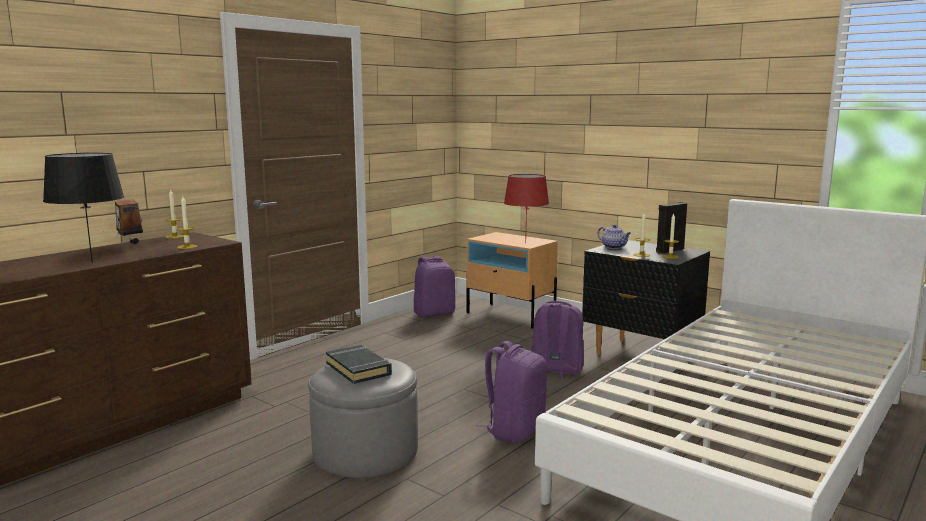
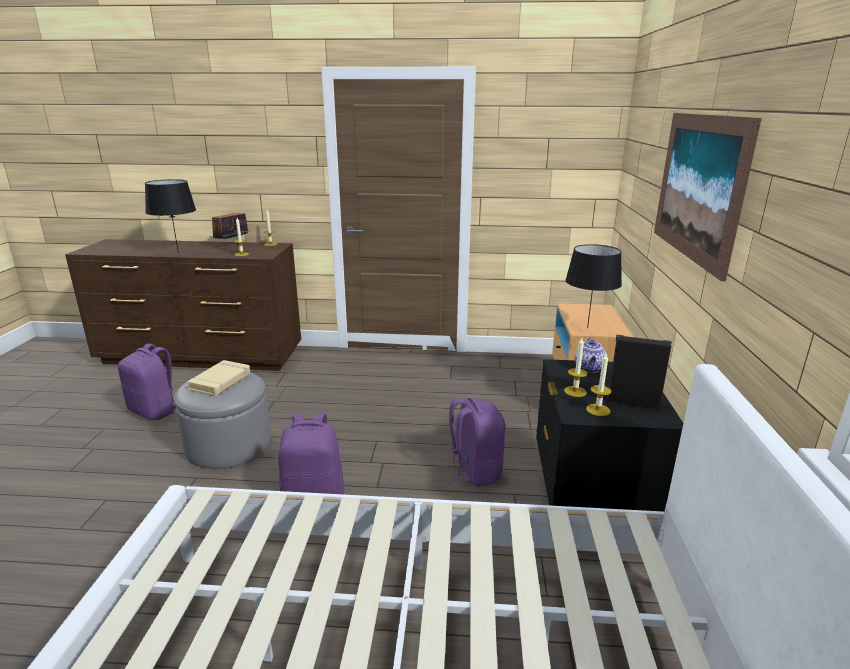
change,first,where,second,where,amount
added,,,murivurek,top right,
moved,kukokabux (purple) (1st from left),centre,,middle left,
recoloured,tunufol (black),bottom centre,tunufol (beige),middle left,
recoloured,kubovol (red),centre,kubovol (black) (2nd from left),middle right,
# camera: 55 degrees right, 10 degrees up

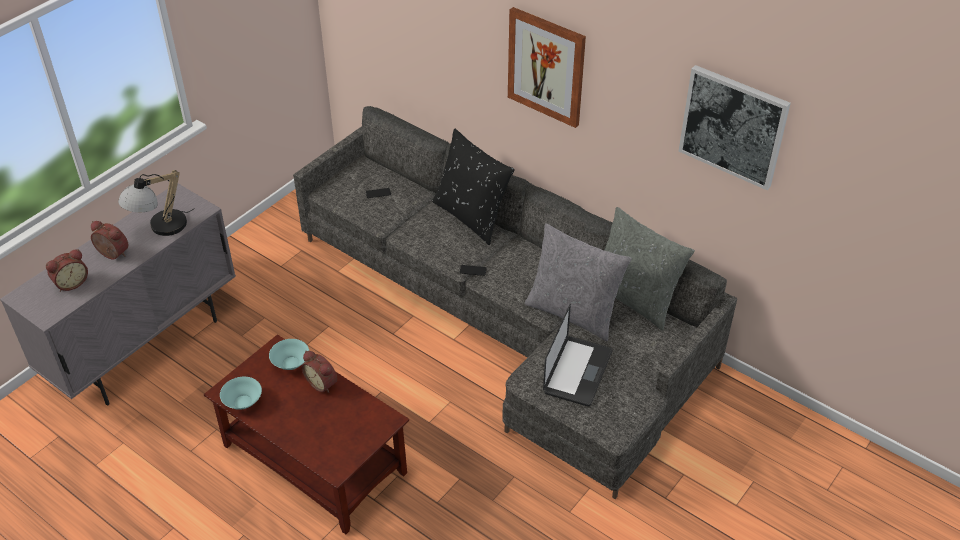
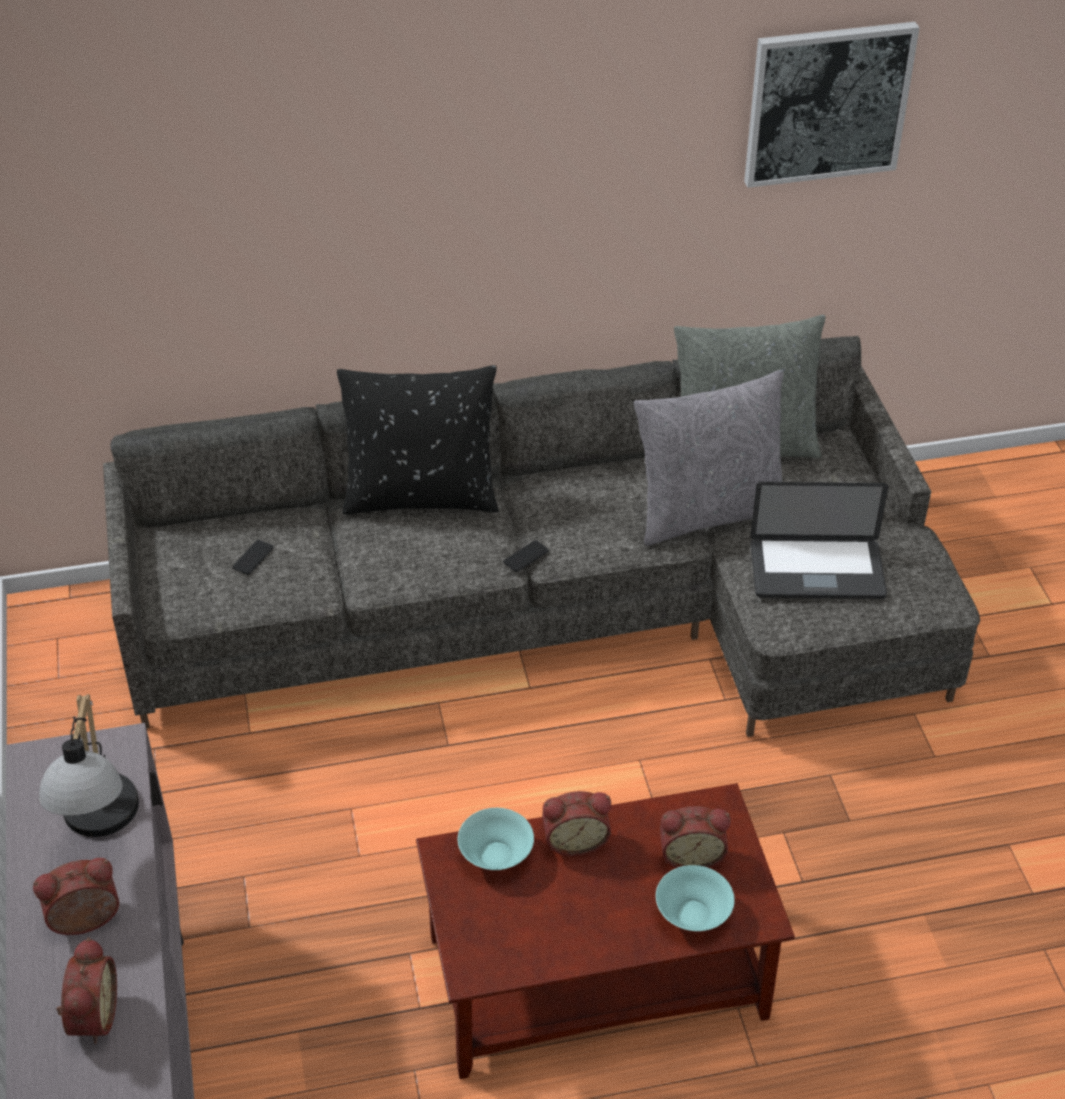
change,first,where,second,where,amount
removed,murivurek (1st from left),top centre,,,
added,,,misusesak (4th from left),bottom centre,
moved,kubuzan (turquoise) (1st from left in the first image),bottom left,kubuzan (turquoise) (2nd from left),bottom centre,
turned,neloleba,centre,,middle right,120 degrees clockwise
# camera: 50 degrees left, 0 degrees up

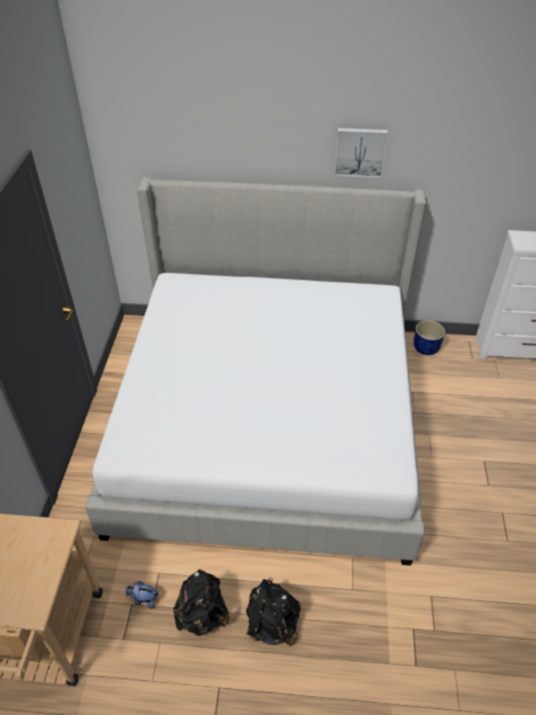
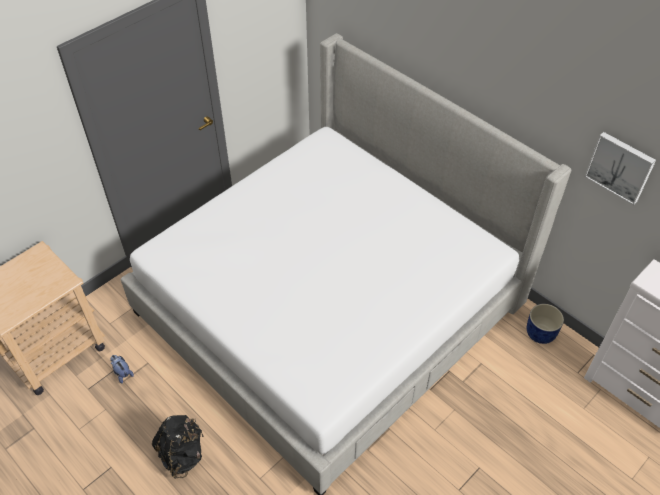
change,first,where,second,where,amount
removed,kukokabux (black) (1st from left),bottom centre,,,
moved,murivurek,top right,,middle right,
# camera: 40 degrees right, 5 degrees up

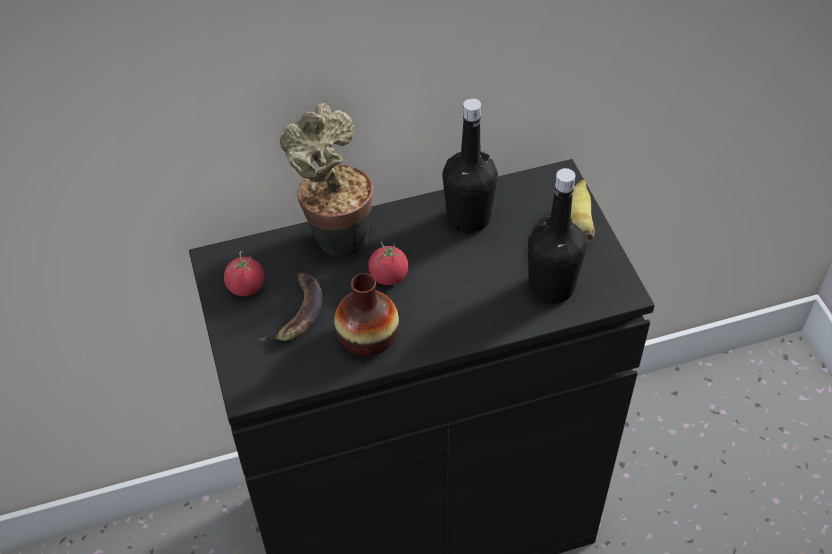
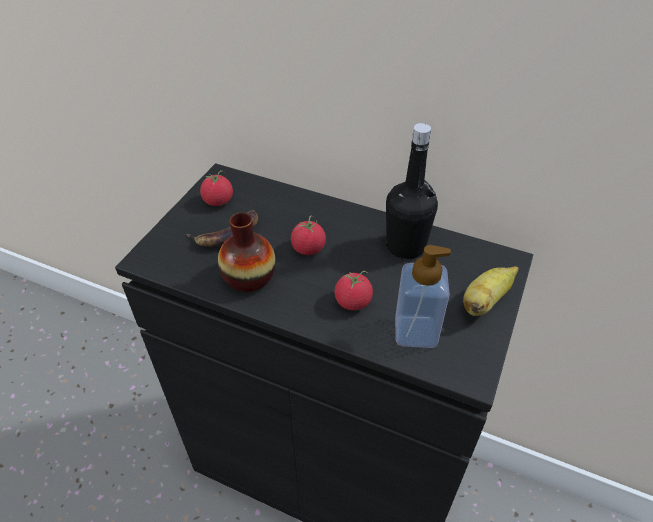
change,first,where,second,where,amount
removed,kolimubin,top centre,,,
added,,,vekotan (3rd from left),centre,
replaced,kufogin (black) (2nd from left),middle right,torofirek,centre,
# camera: 40 degrees right, 5 degrees down

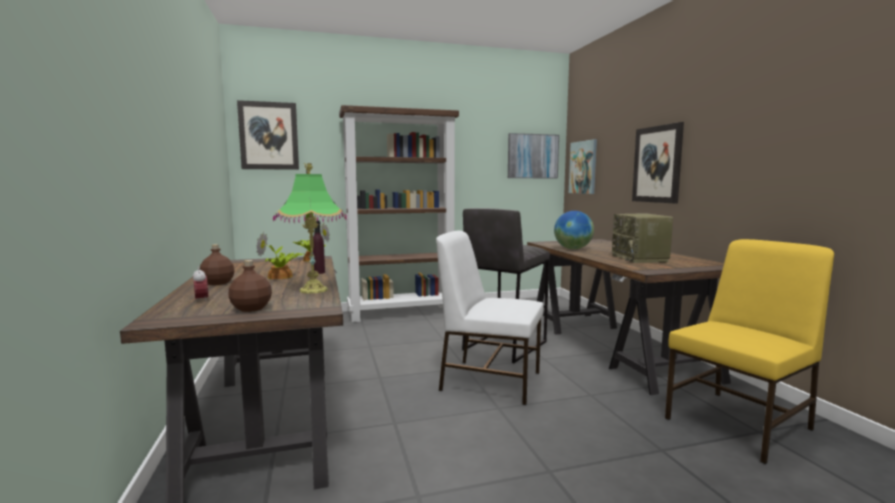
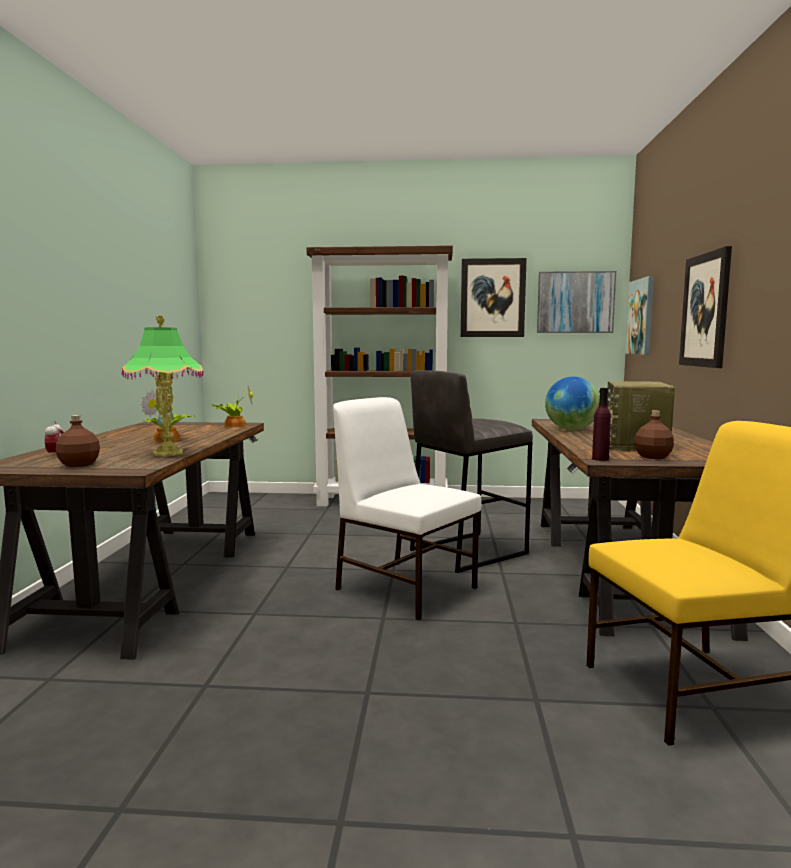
change,first,where,second,where,amount
moved,kufogin (brown) (1st from left in the first image),middle left,kufogin (brown) (2nd from left),middle right,
moved,murivurek (1st from left),top left,,centre,
moved,kufogin (purple),centre,,middle right,
# camera: 20 degrees right, 0 degrees up

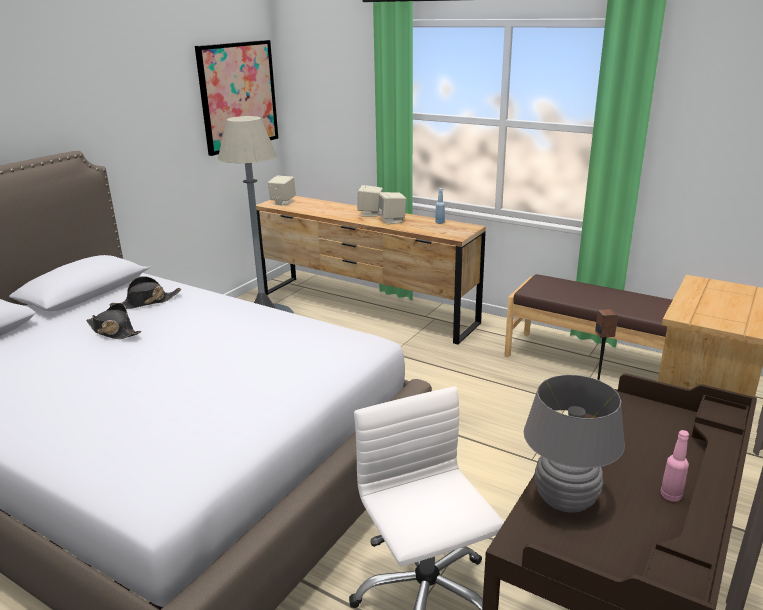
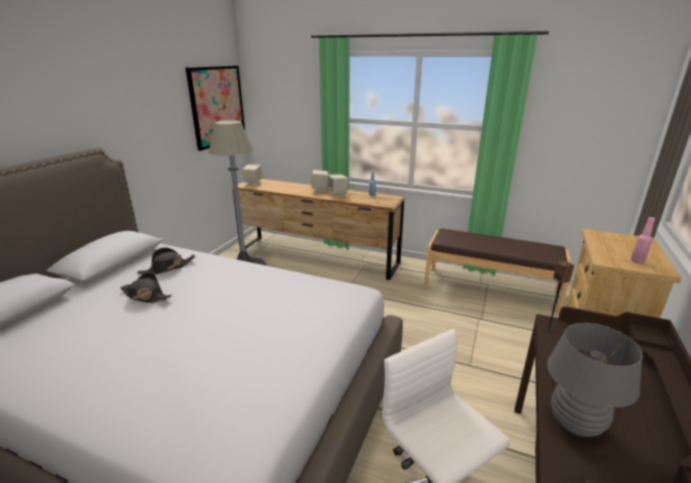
change,first,where,second,where,amount
moved,kufogin (pink),bottom right,,middle right,
# camera: 10 degrees left, 0 degrees up

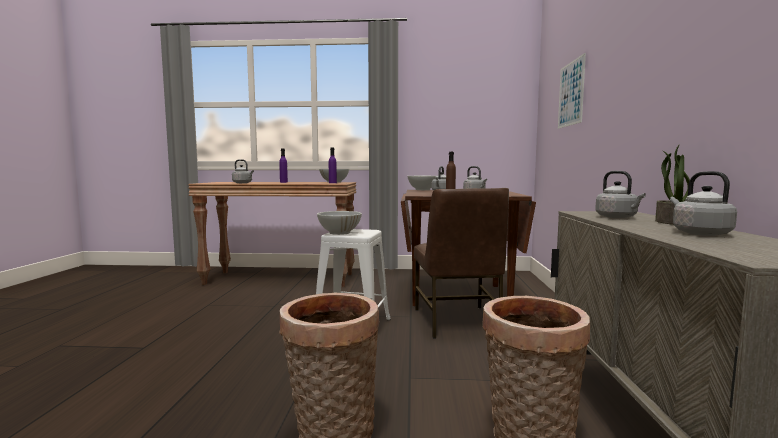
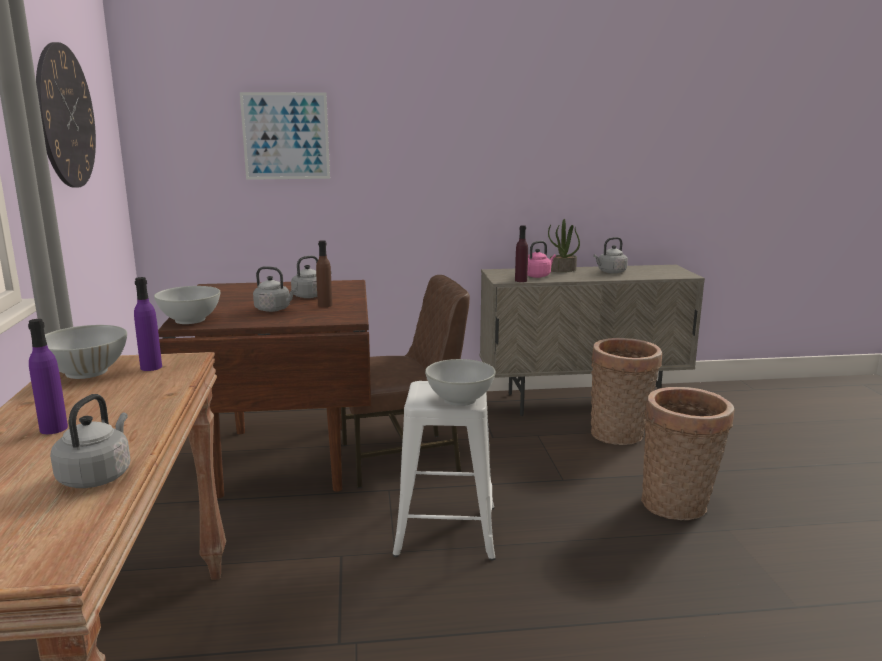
change,first,where,second,where,amount
added,,,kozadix,top left,
added,,,kufogin (purple) (3rd from left),centre,
recoloured,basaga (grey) (4th from left),middle right,basaga (pink),centre,
# camera: 100 degrees left, 10 degrees up

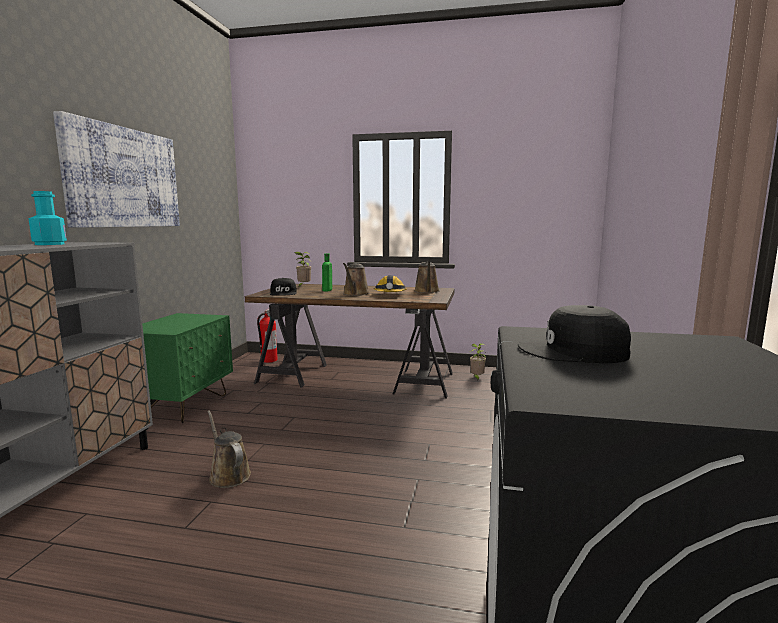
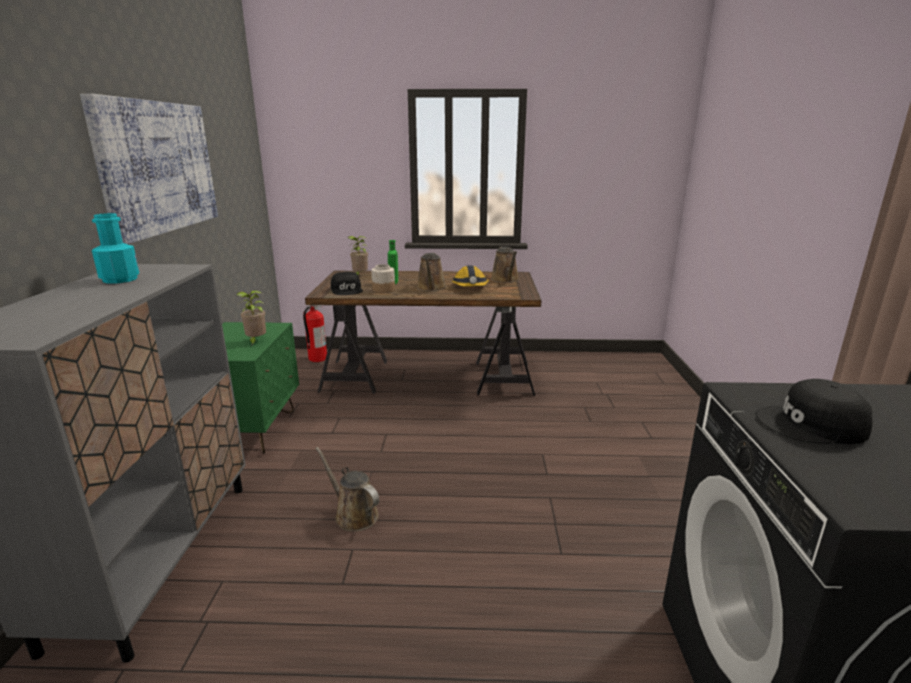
change,first,where,second,where,amount
added,,,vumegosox,centre,
moved,kolimubin (2nd from left in the first image),centre,kolimubin (1st from left),middle left,
# camera: 10 degrees left, 10 degrees up

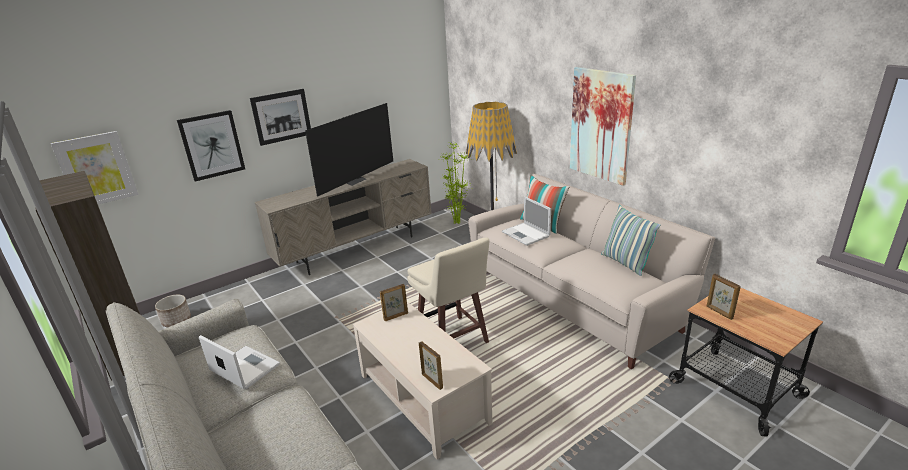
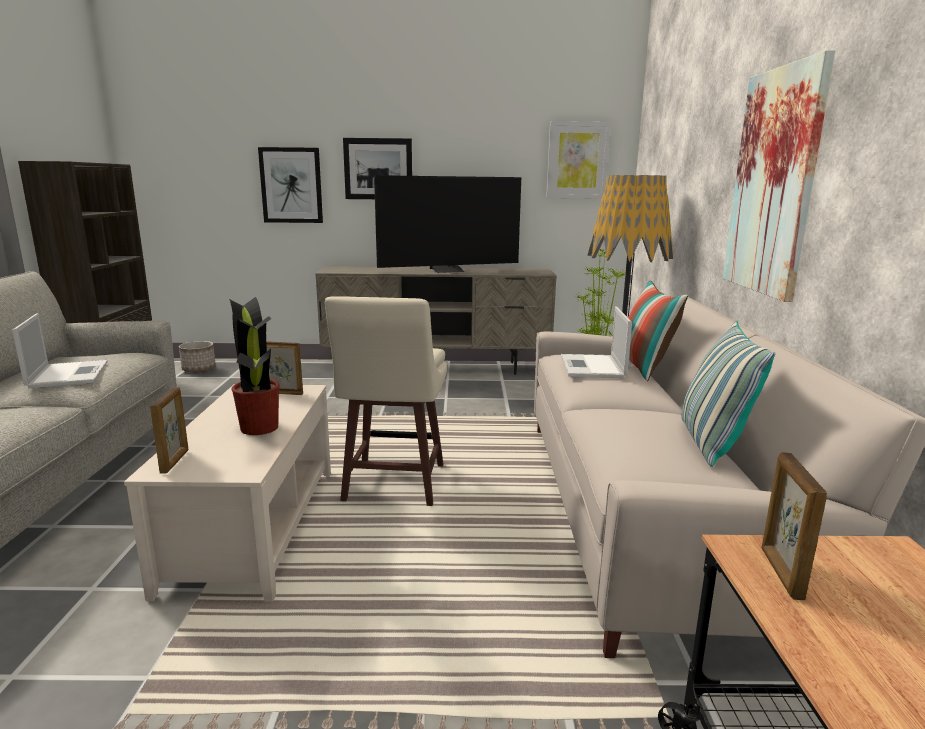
change,first,where,second,where,amount
added,,,kolimubin (1st from left),middle left,
moved,murivurek (1st from left in the first image),middle left,murivurek (3rd from left),top centre,
# camera: 35 degrees right, 10 degrees down

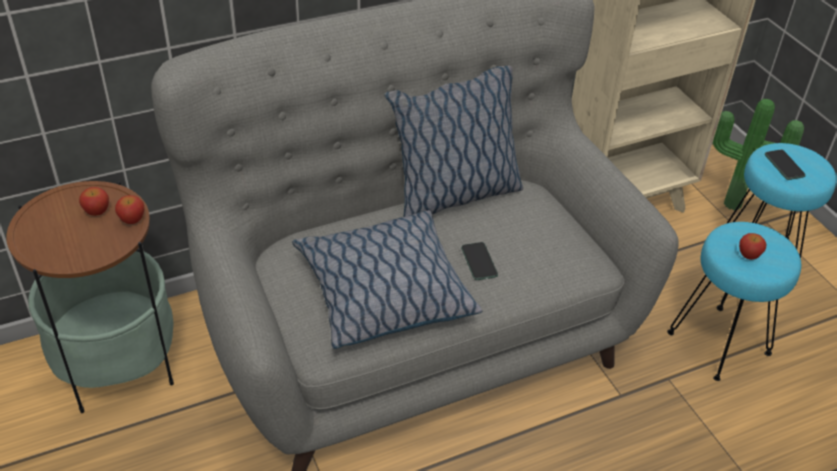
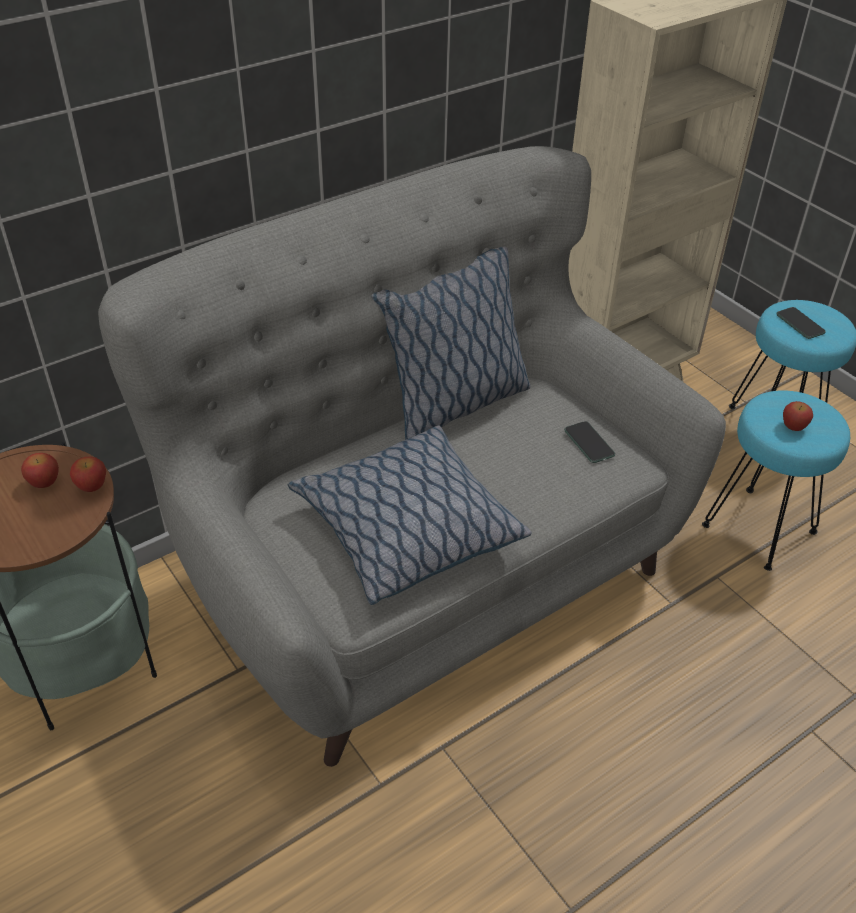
change,first,where,second,where,amount
removed,kolimubin,top right,,,
moved,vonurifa (1st from left),centre,,middle right,
# camera: 10 degrees left, 0 degrees up

